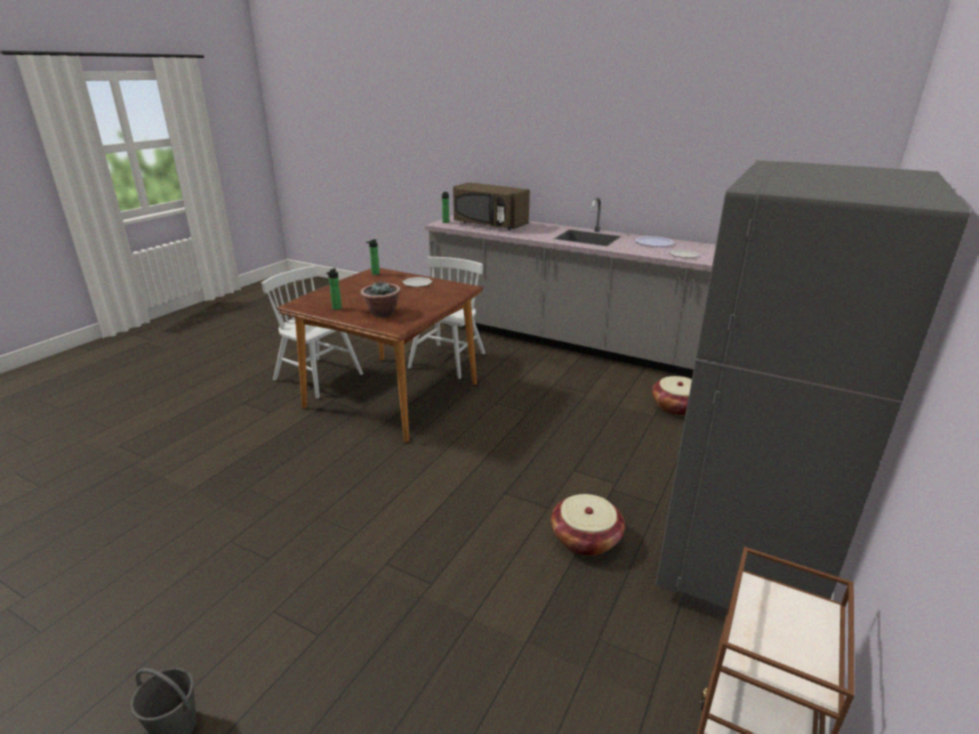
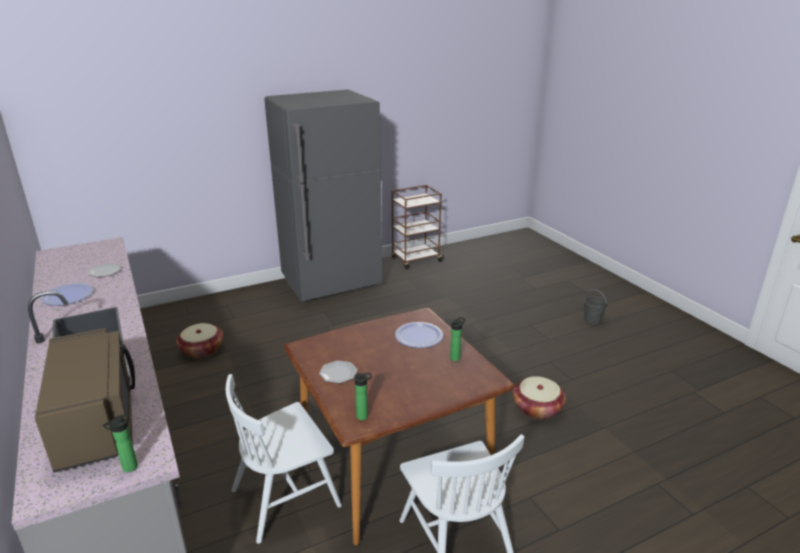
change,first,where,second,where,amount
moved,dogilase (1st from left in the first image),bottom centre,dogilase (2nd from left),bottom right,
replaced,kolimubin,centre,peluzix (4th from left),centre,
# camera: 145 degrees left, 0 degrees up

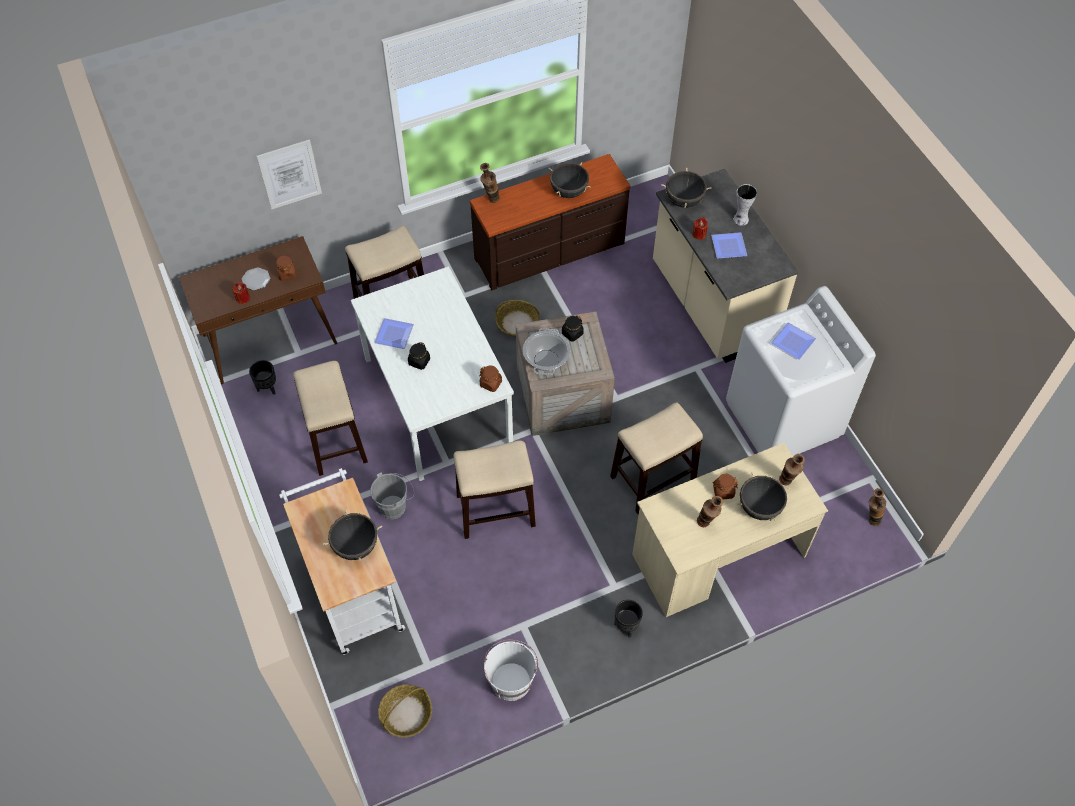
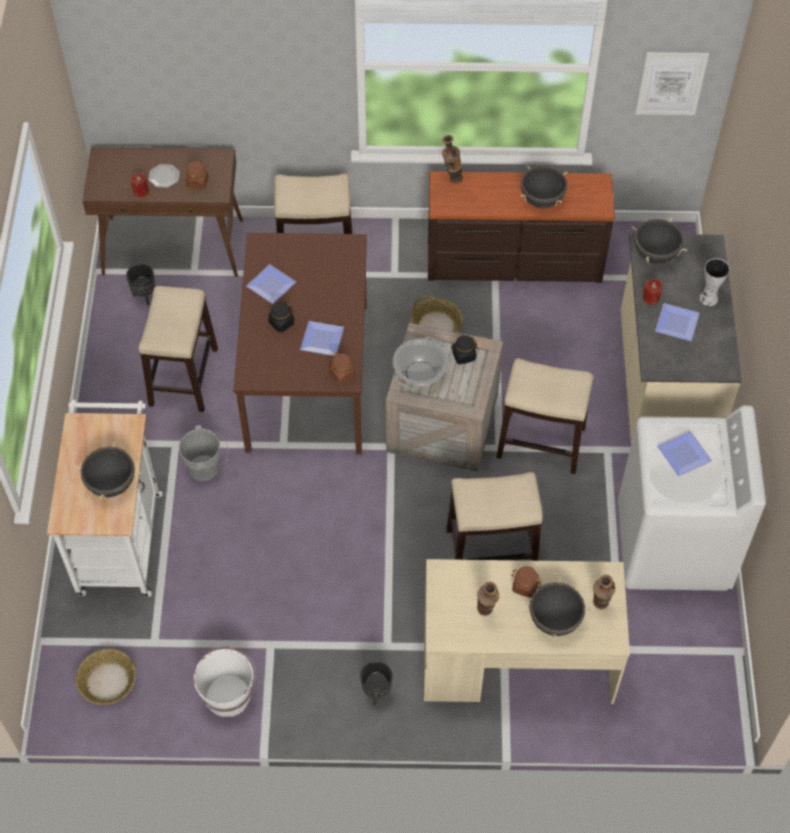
change,first,where,second,where,amount
removed,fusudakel (5th from left),middle right,,,
added,,,peluzix (3rd from left),centre,
moved,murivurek,top left,,top right,
moved,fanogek (3rd from left in the first image),centre,fanogek (4th from left),middle right,
recoloured,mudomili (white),centre,mudomili (brown),centre,
# camera: 25 degrees right, 0 degrees up

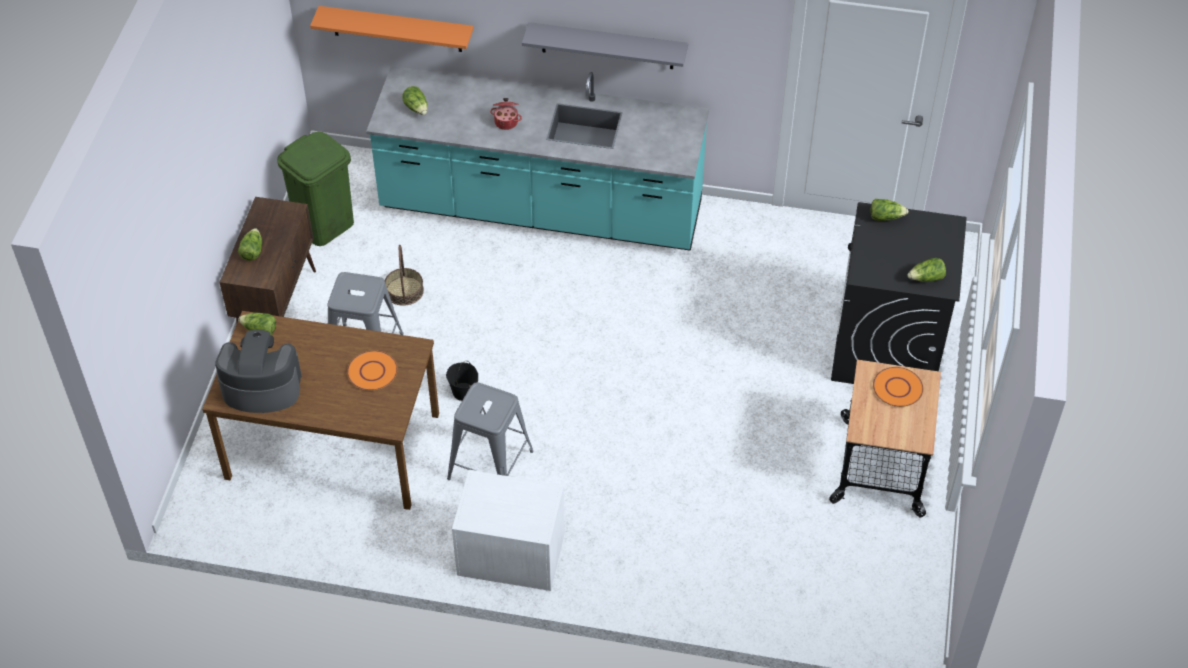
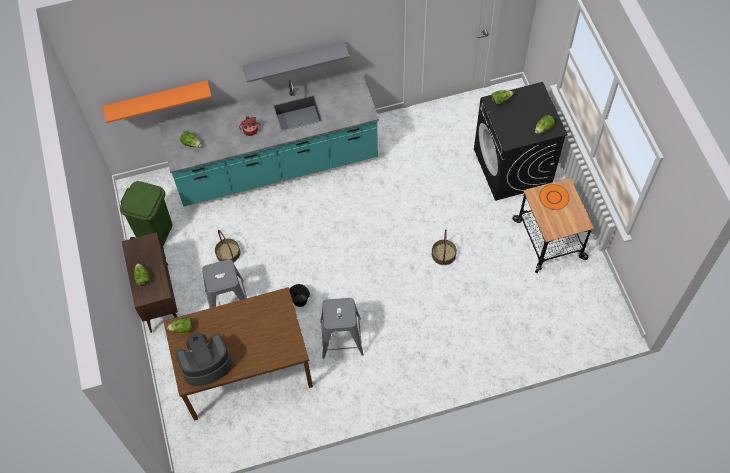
change,first,where,second,where,amount
removed,peluzix (orange) (1st from left),middle left,,,
removed,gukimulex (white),bottom centre,,,
added,,,dogilase (2nd from left),centre,
# camera: 25 degrees left, 10 degrees up

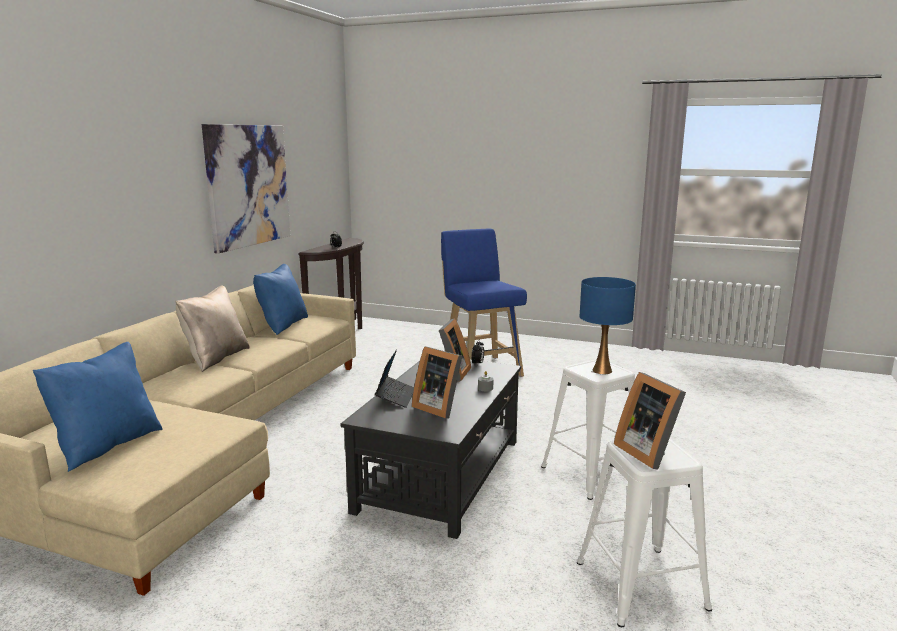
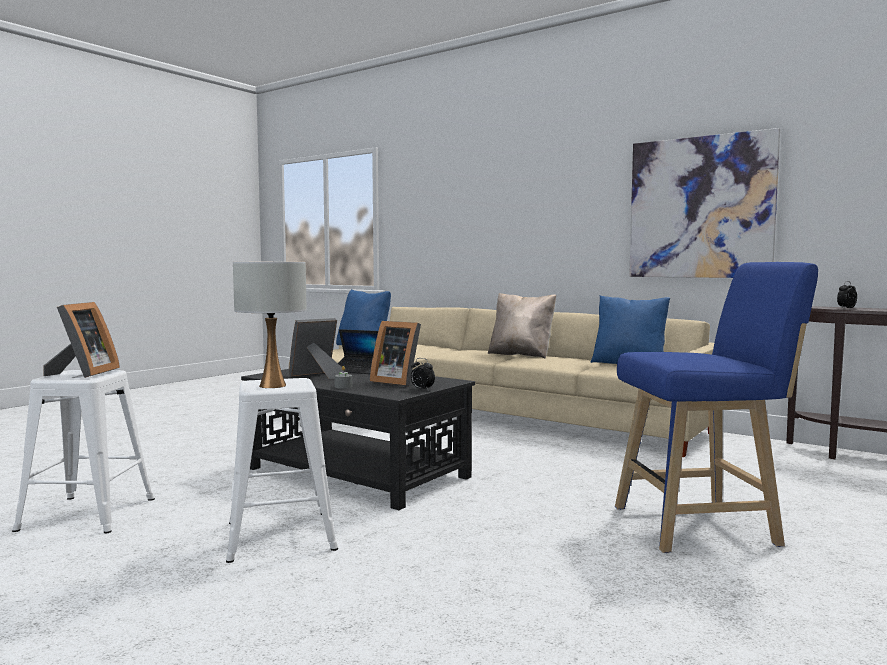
change,first,where,second,where,amount
recoloured,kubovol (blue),middle right,kubovol (white),middle left,
turned,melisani (3rd from left in the first image),middle right,melisani (1st from left),middle left,105 degrees clockwise
# camera: 105 degrees right, 10 degrees down

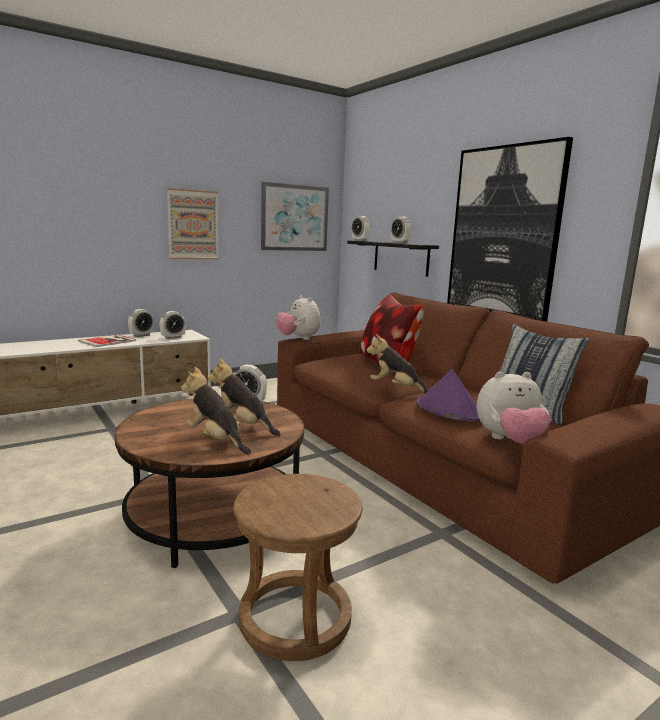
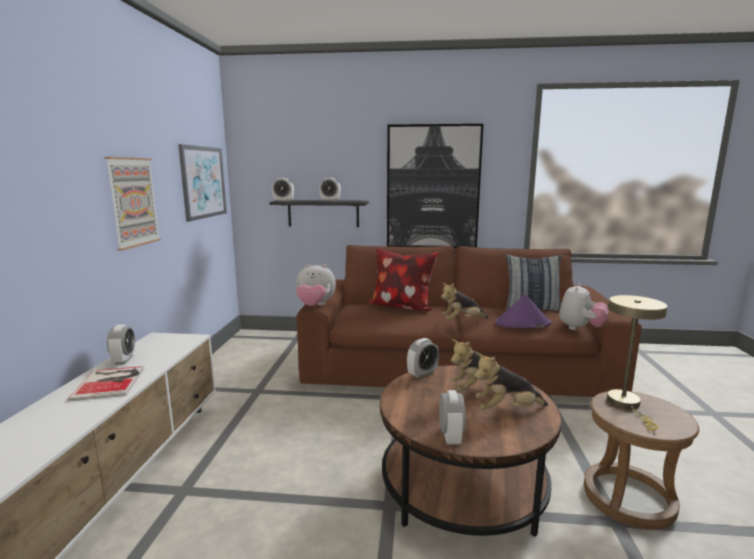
change,first,where,second,where,amount
added,,,kubovol (beige),middle right,
moved,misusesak (2nd from left in the first image),middle left,misusesak (5th from left),bottom centre,
# camera: 50 degrees left, 0 degrees up

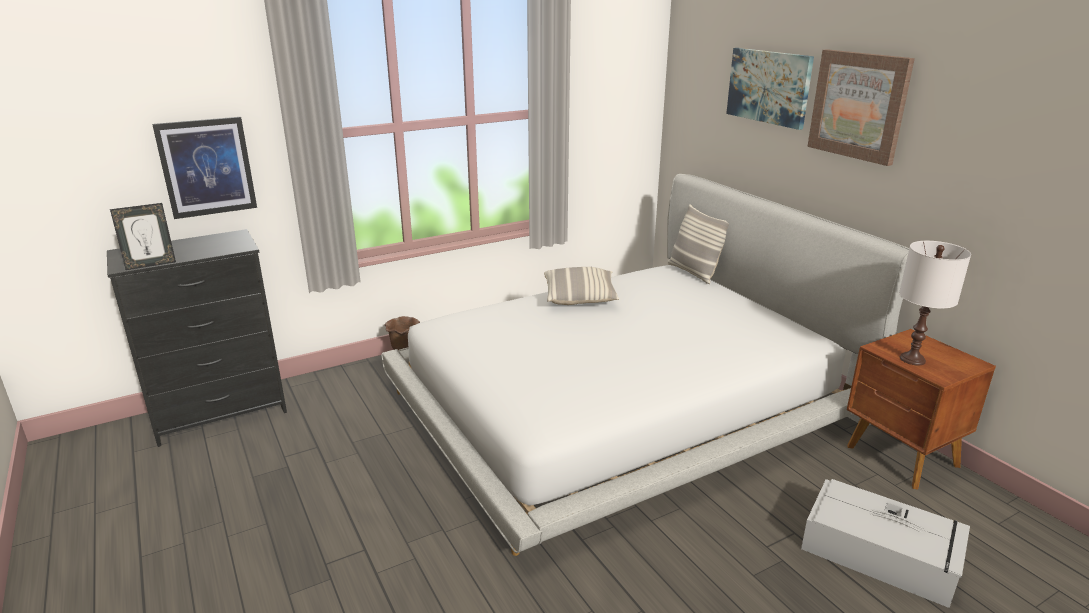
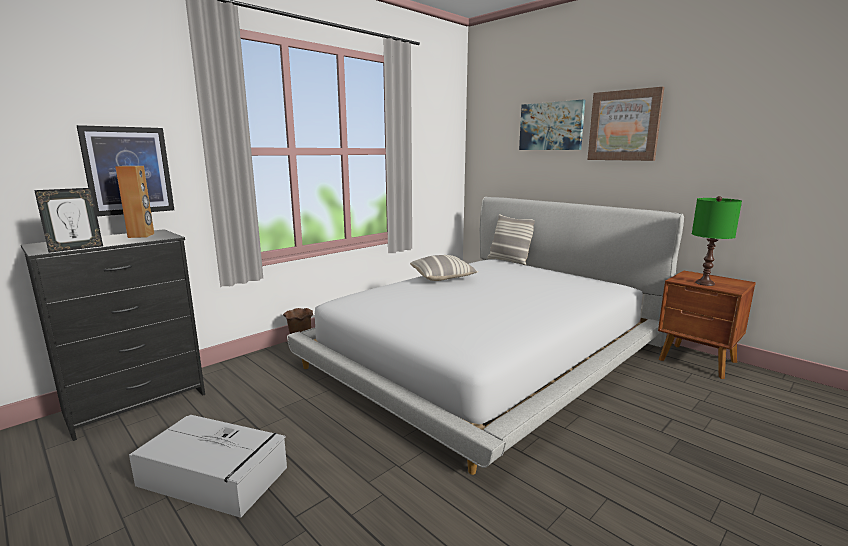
change,first,where,second,where,amount
added,,,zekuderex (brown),middle left,
moved,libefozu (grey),bottom right,,bottom left,
recoloured,kubovol (white),middle right,kubovol (green),middle right,
# camera: 15 degrees left, 10 degrees down

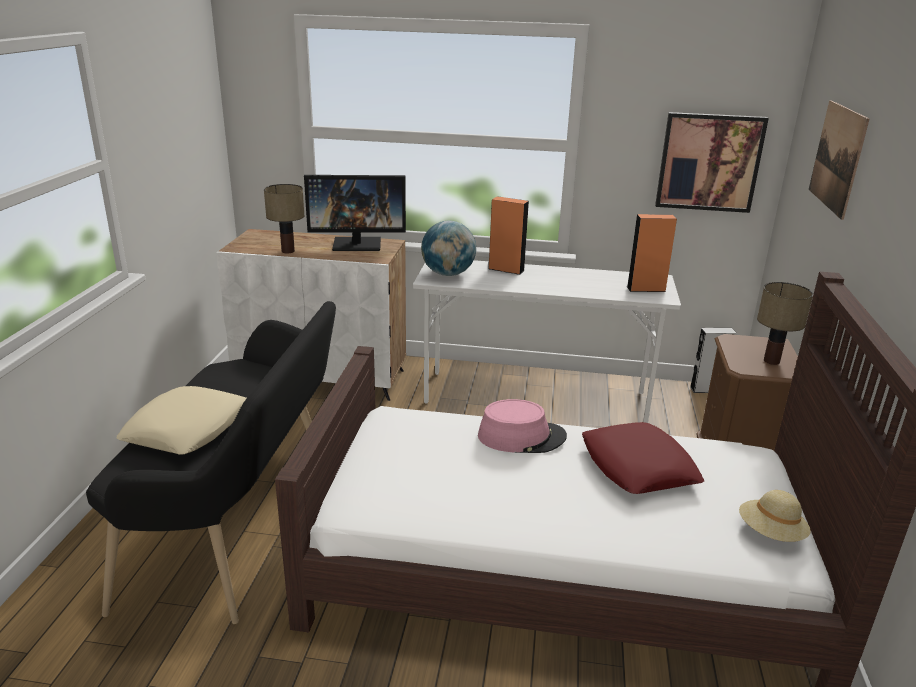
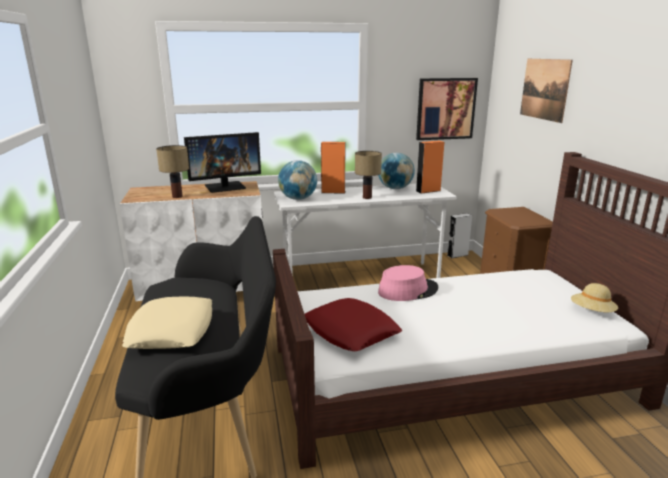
change,first,where,second,where,amount
added,,,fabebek (2nd from left),centre,
moved,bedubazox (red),bottom right,,bottom centre,
moved,kubovol (2nd from left),middle right,,centre,
# camera: 20 degrees left, 5 degrees down

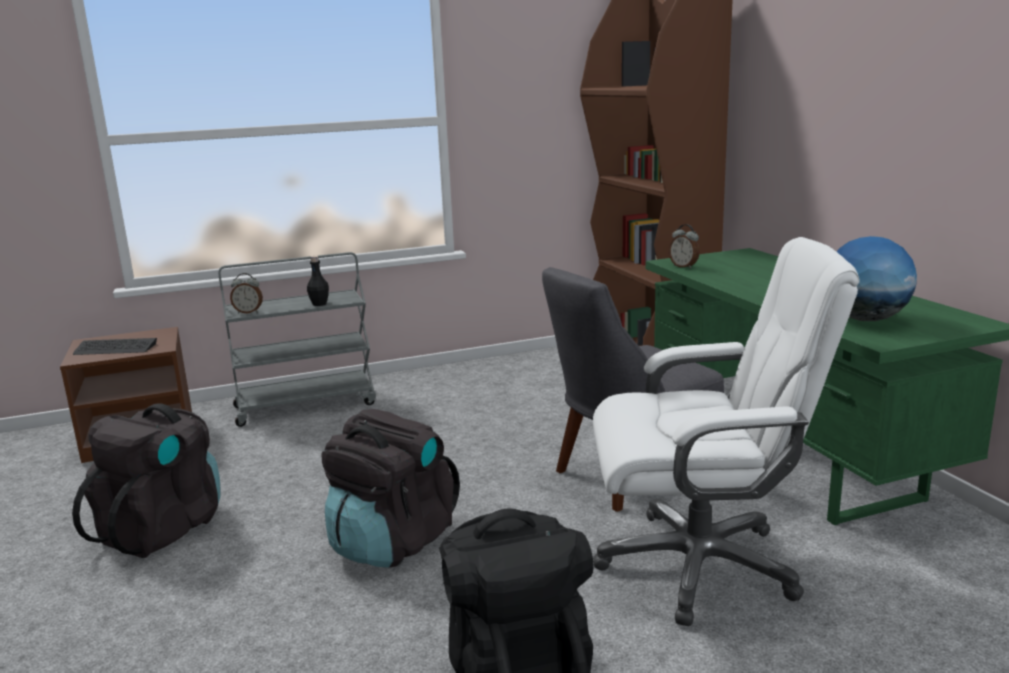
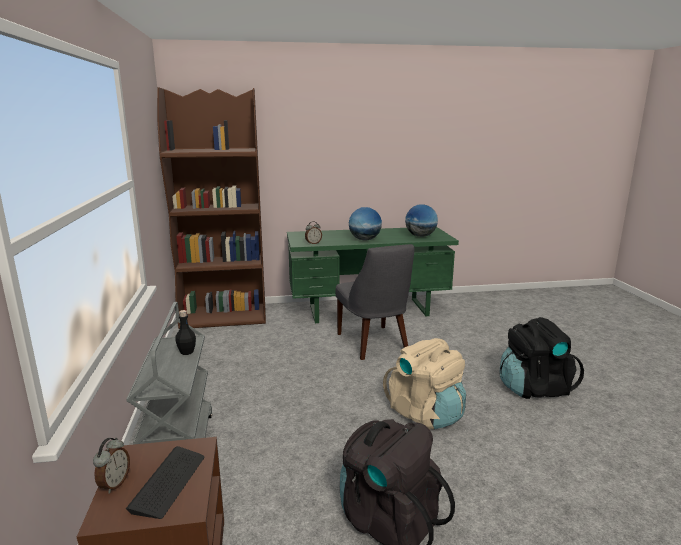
change,first,where,second,where,amount
removed,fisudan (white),middle right,,,
added,,,fabebek (1st from left),centre,
moved,misusesak (1st from left),middle left,,bottom left,
recoloured,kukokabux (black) (2nd from left),bottom centre,kukokabux (beige),bottom centre,
# camera: 80 degrees left, 0 degrees up

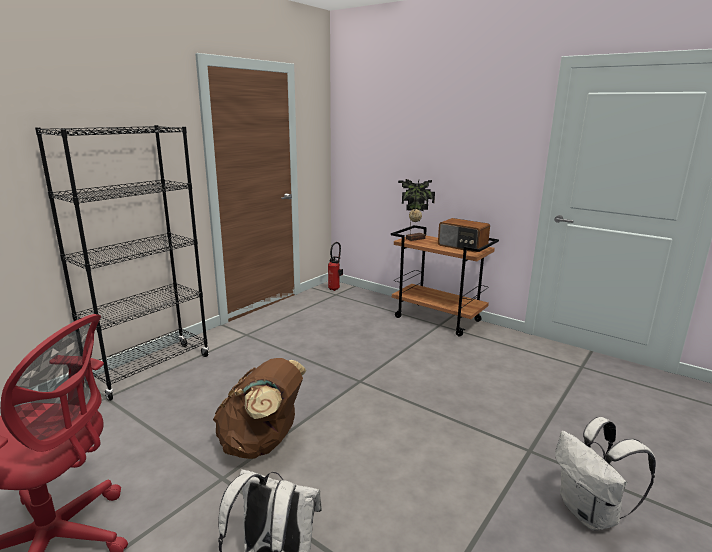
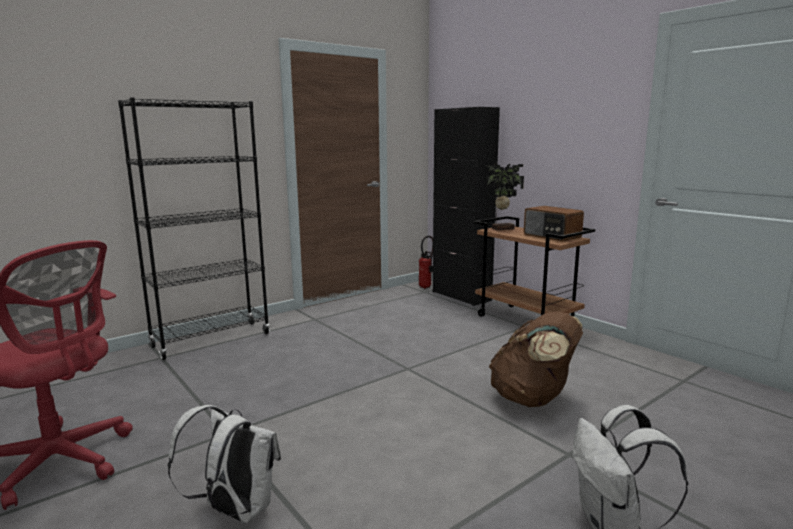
change,first,where,second,where,amount
added,,,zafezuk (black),centre,
moved,kukokabux (brown),bottom centre,,bottom right,
# camera: 15 degrees right, 5 degrees down

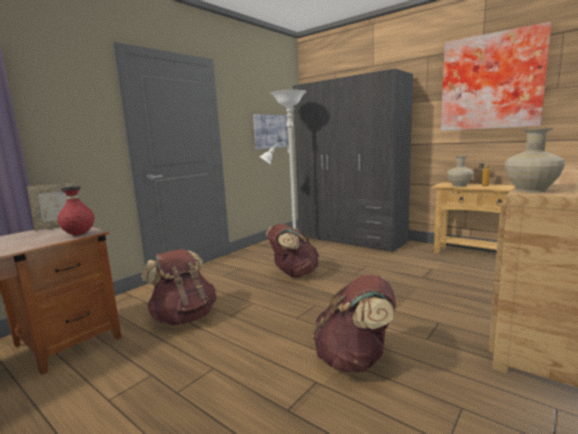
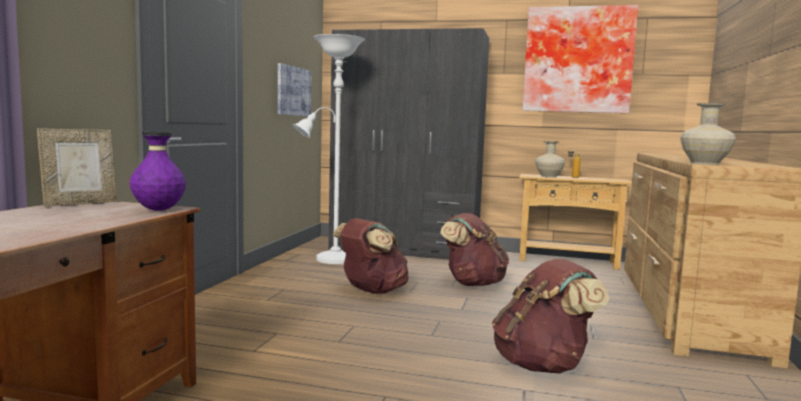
change,first,where,second,where,amount
moved,kukokabux (brown) (1st from left in the first image),middle left,kukokabux (brown) (2nd from left),centre,
recoloured,fusudakel (red),middle left,fusudakel (purple),middle left,
# camera: 25 degrees left, 5 degrees down

